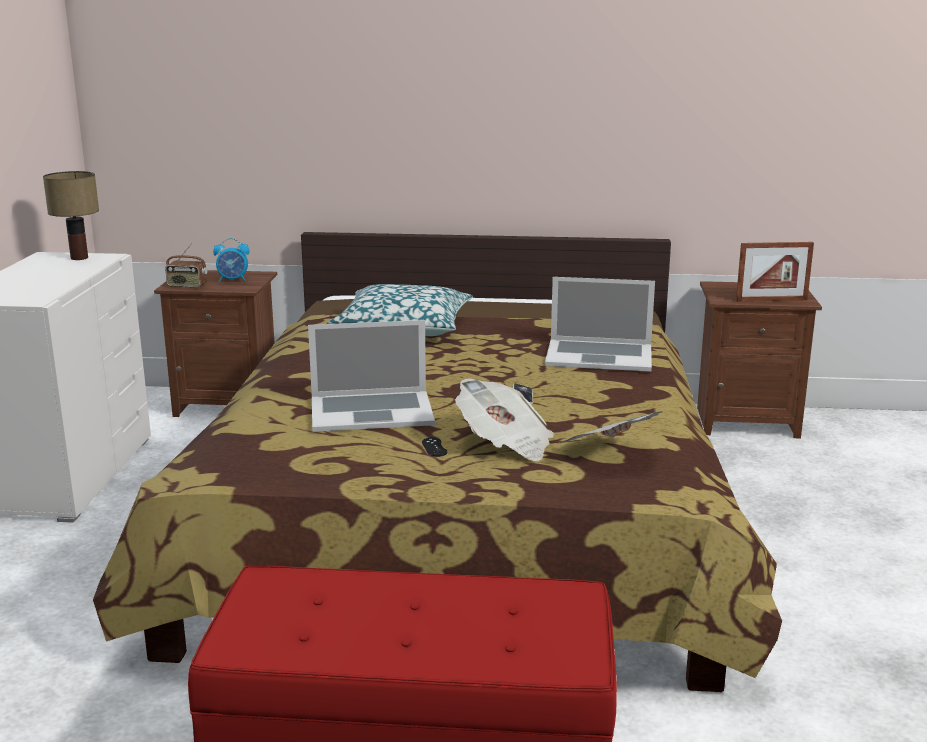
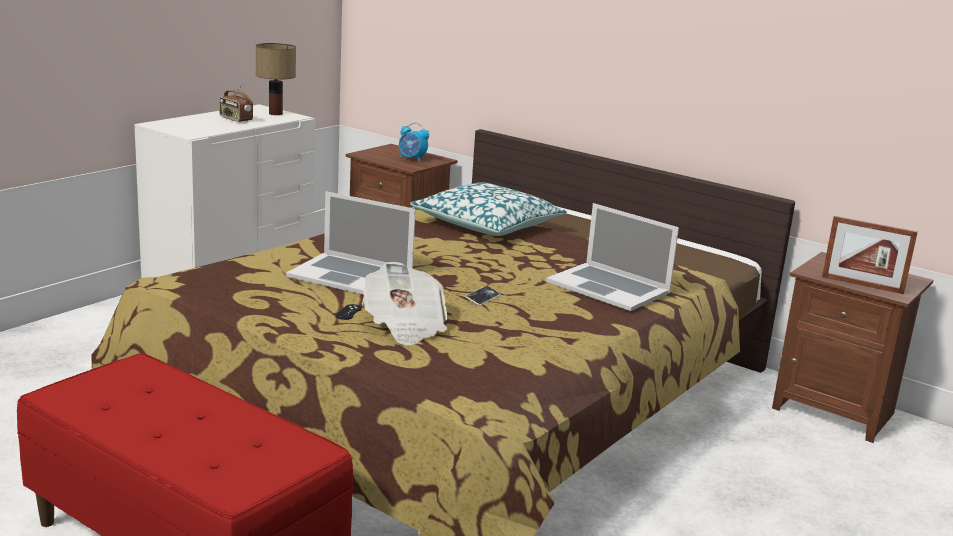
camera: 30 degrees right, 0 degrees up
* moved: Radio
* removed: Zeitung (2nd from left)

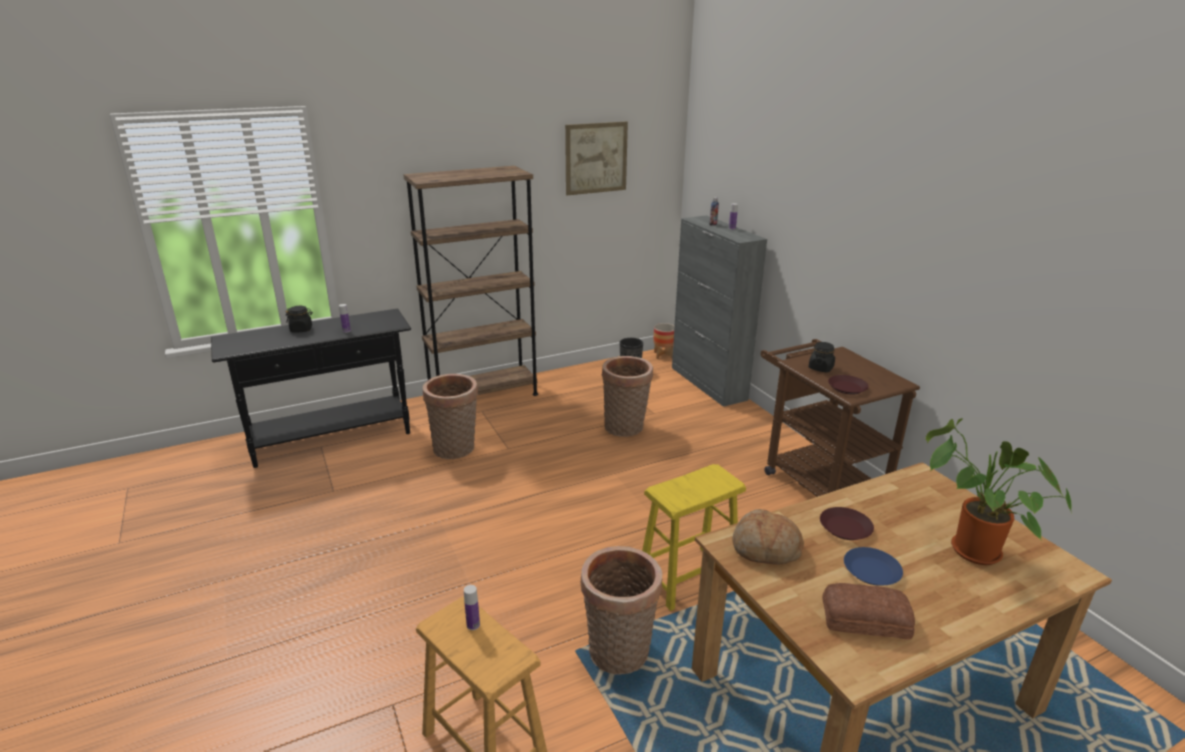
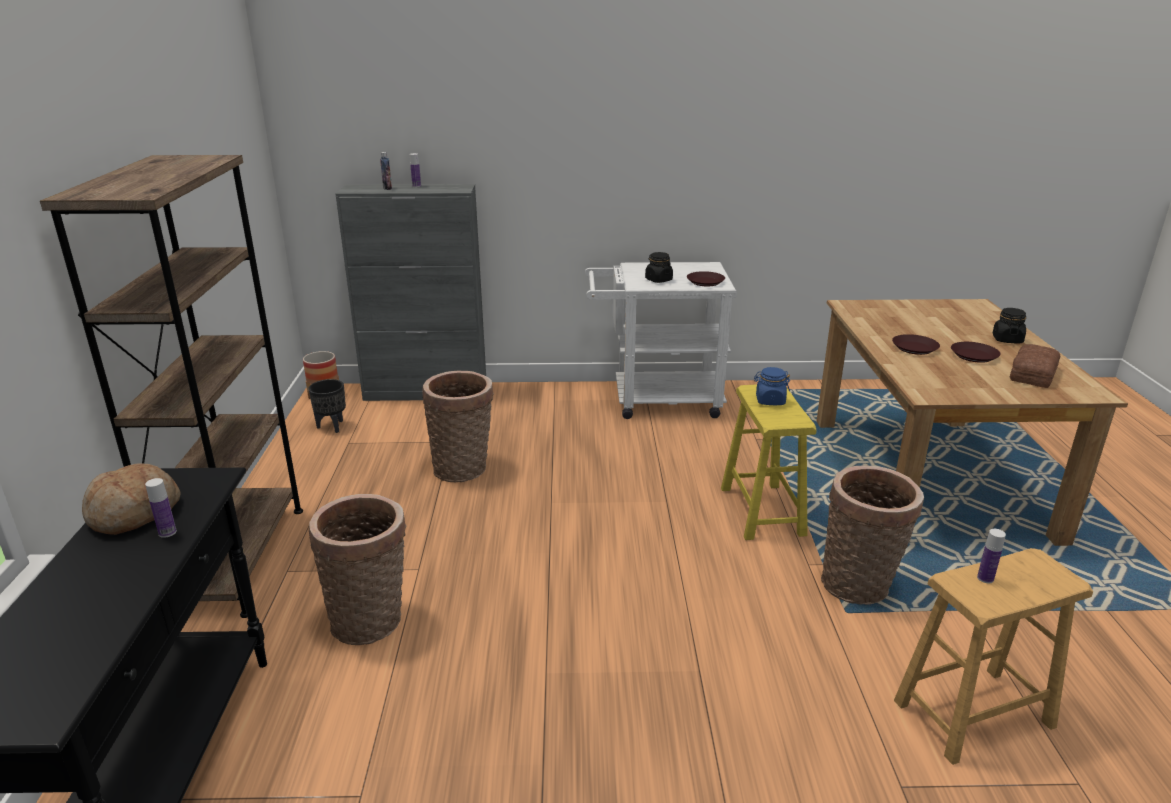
camera: 65 degrees left, 0 degrees up
* moved: Vorratsglas/schwarz (1st from left in the first image) to Vorratsglas/schwarz (2nd from left)
* removed: Bild
* moved: Brot (1st from left)
* recoloured: Rollwagen/braun to Rollwagen/weiß
* recoloured: Teller/blau to Teller/braun (3rd from left)
* removed: Topfpflanze
* added: Vorratsglas/blau

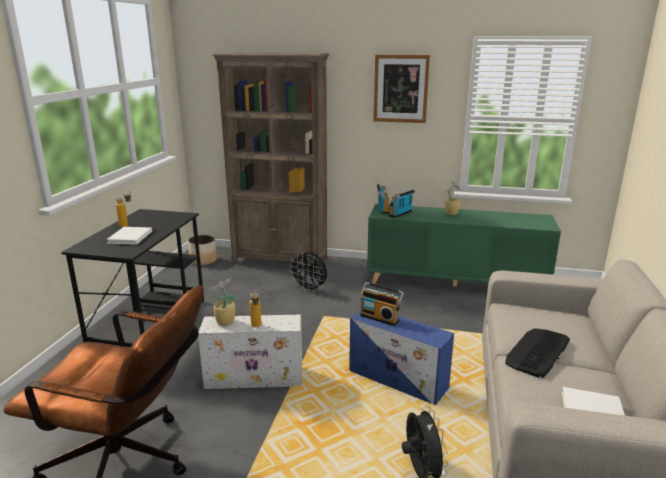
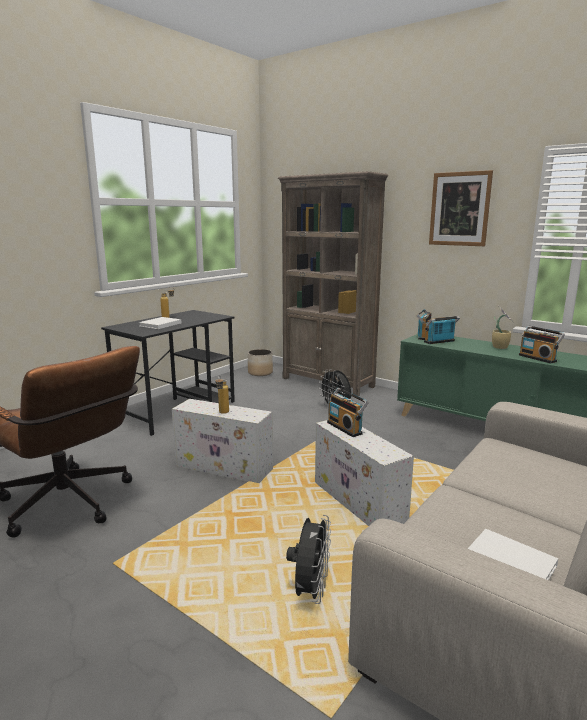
camera: 25 degrees right, 5 degrees down
* removed: Topfpflanze (1st from left)
* recoloured: Aufbewahrungsbox/blau to Aufbewahrungsbox/weiß (2nd from left)
* removed: Tastatur
* added: Radio (4th from left)

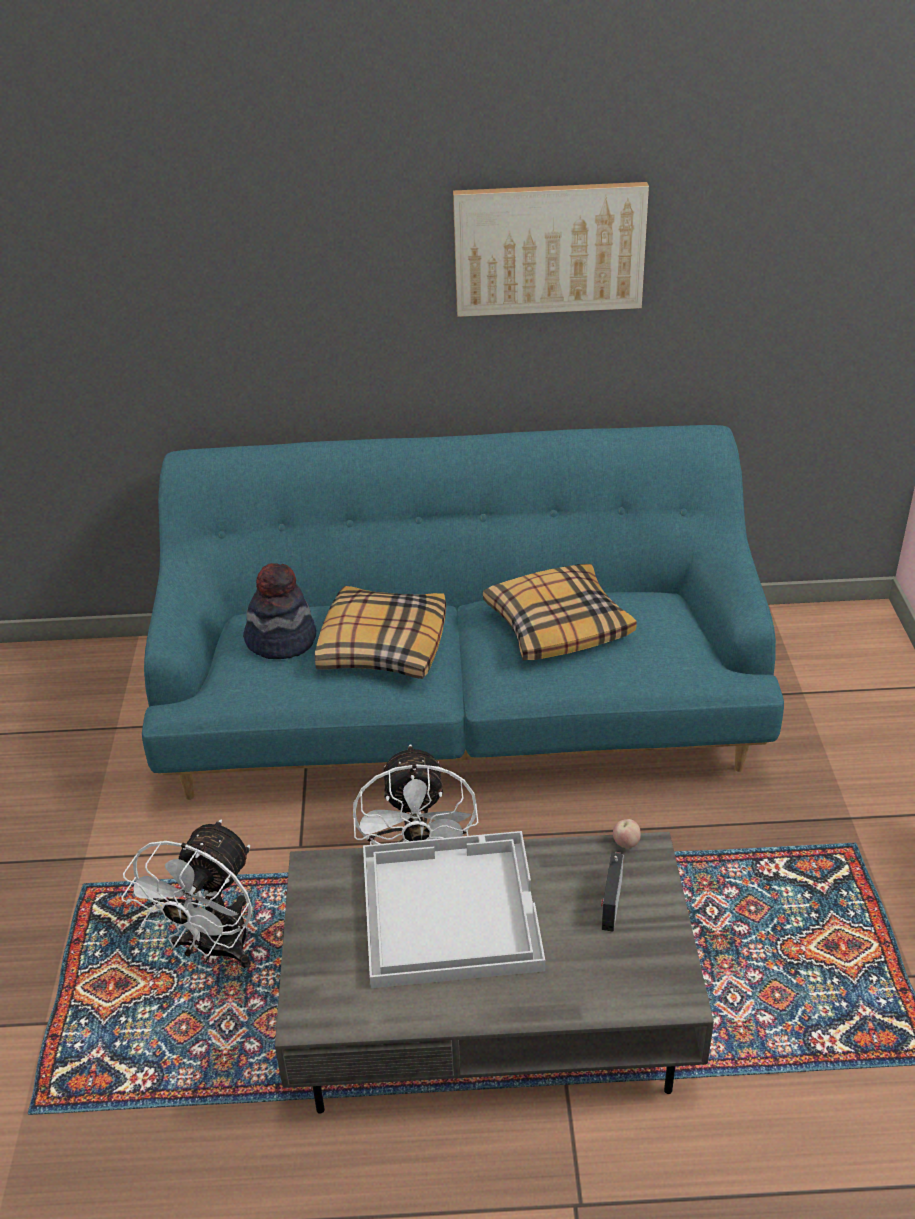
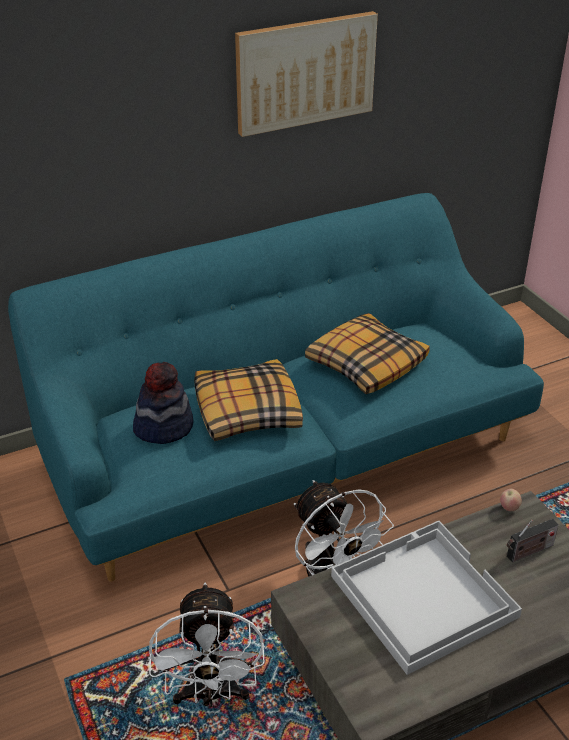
camera: 25 degrees left, 0 degrees up
* turned: Radio 105 degrees counterclockwise

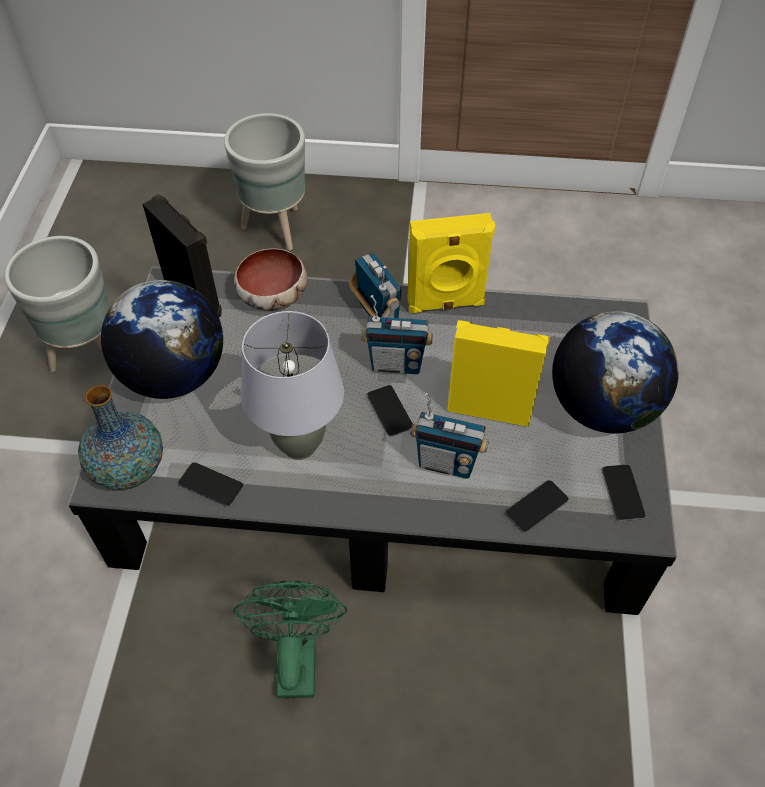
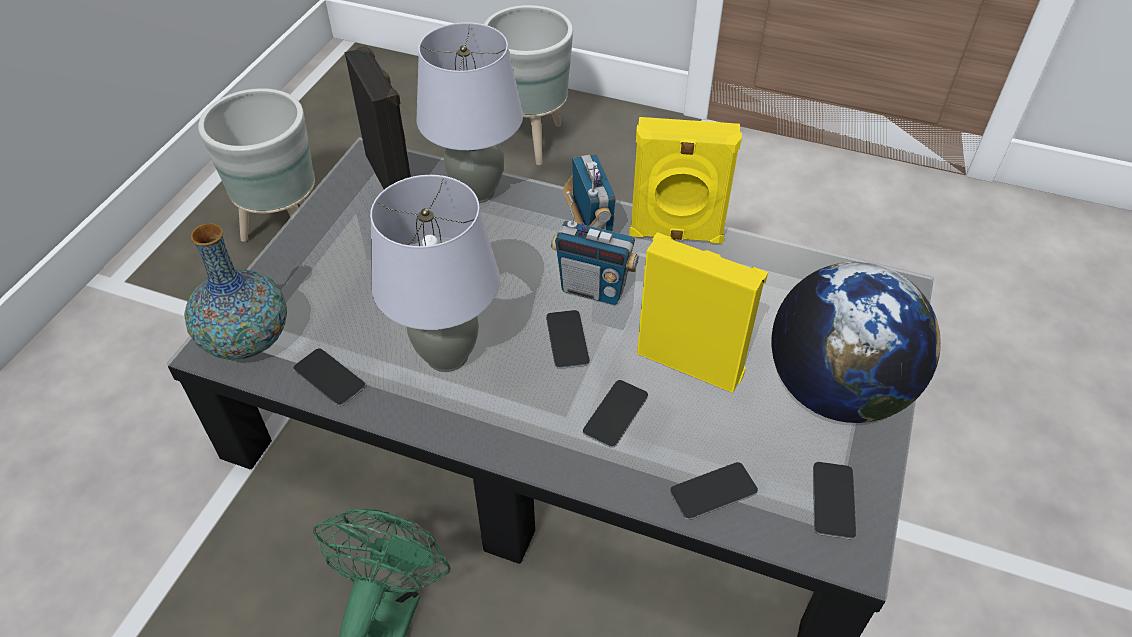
camera: 15 degrees right, 5 degrees down
* removed: Globus (1st from left)
* replaced: Schüssel to Tischlampe/grau (2nd from left)
* replaced: Radio (3rd from left) to Handy (3rd from left)

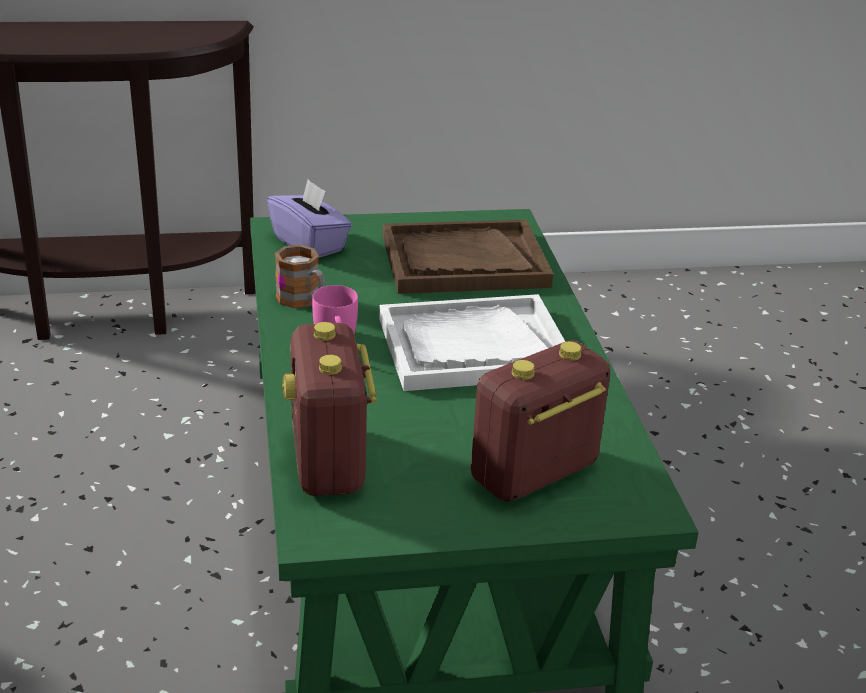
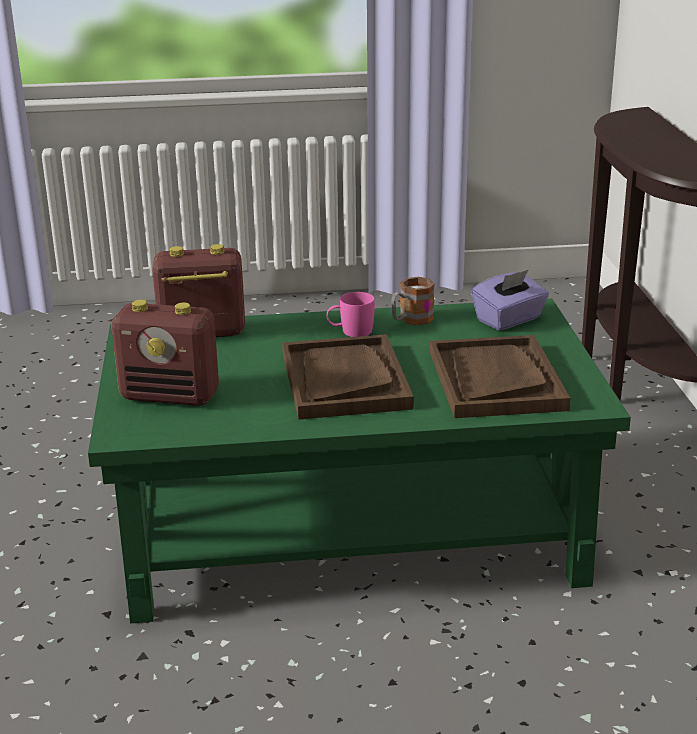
camera: 95 degrees right, 5 degrees down
* recoloured: Tablett/weiß to Tablett/braun (1st from left)
* turned: Radio (2nd from left in the first image) 135 degrees clockwise

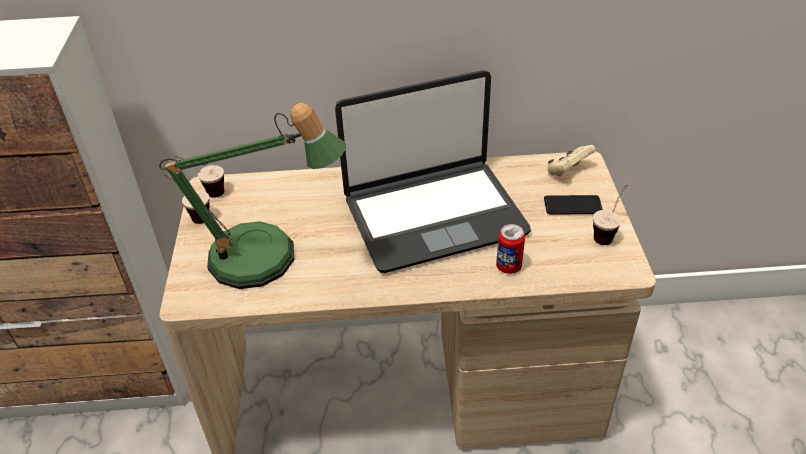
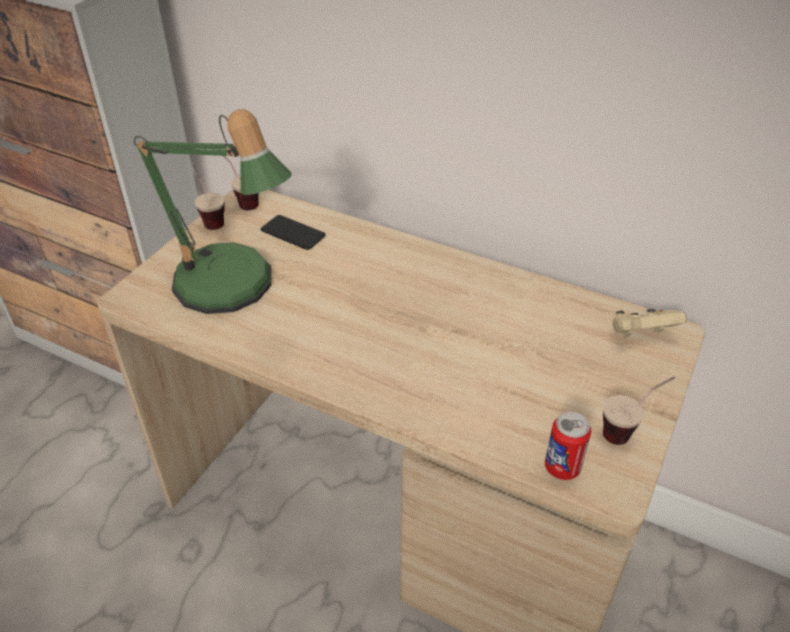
camera: 30 degrees right, 0 degrees up
* removed: Laptop
* moved: Dose
* moved: Handy

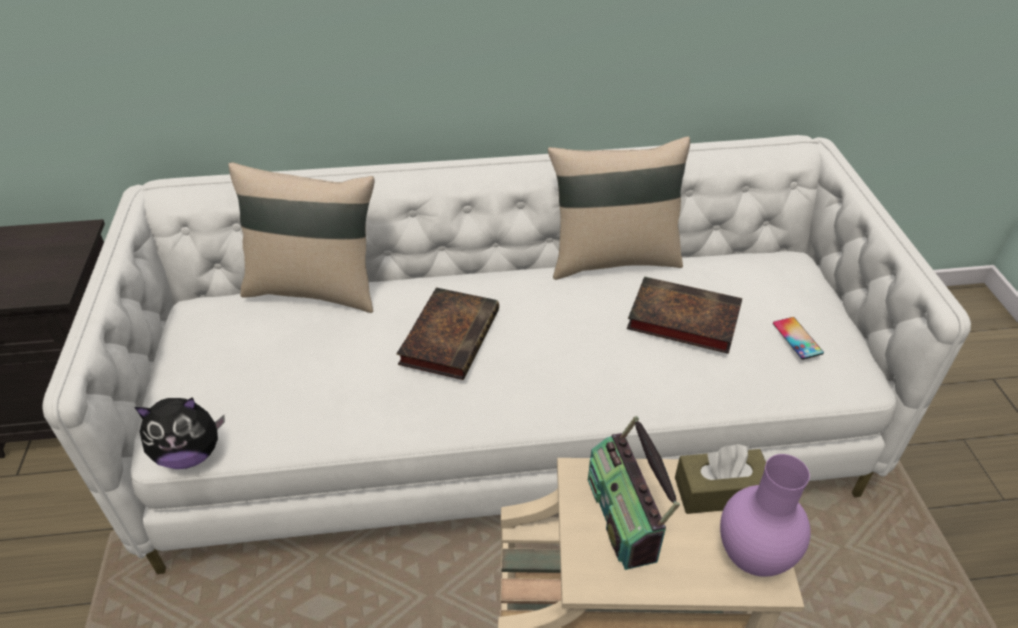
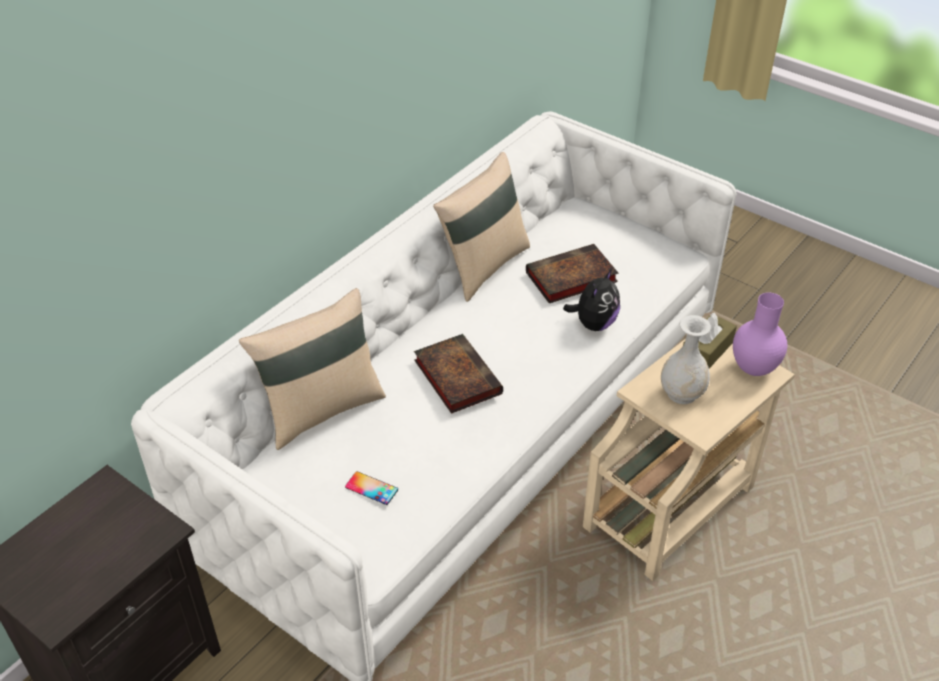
camera: 45 degrees left, 0 degrees up
* moved: Plüschtier
* replaced: Radio to Vase/weiß
* moved: Handy

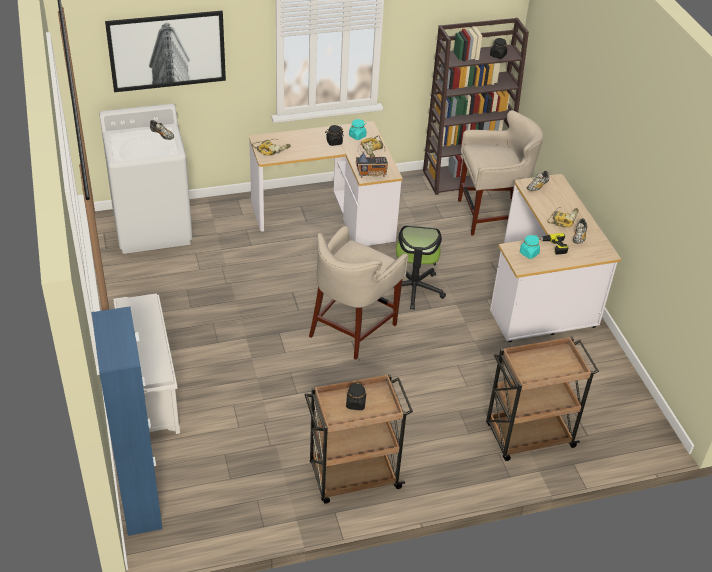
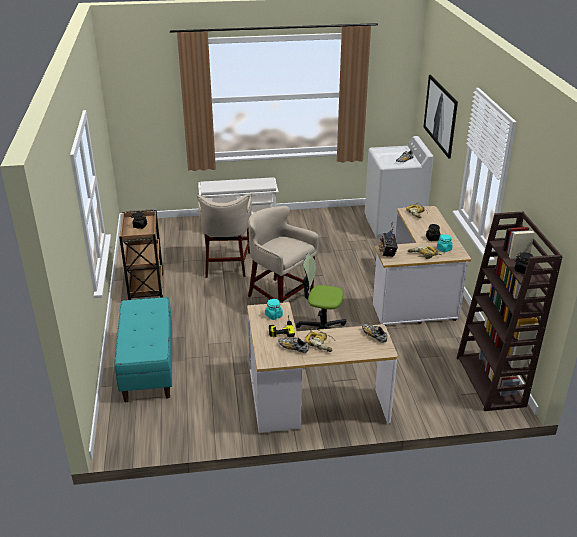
camera: 100 degrees right, 10 degrees down
* removed: Schrank/blau
* moved: Hocker/beige (2nd from left in the first image) to Hocker/beige (1st from left)
* replaced: Rollwagen/braun (2nd from left) to Bank/türkis

